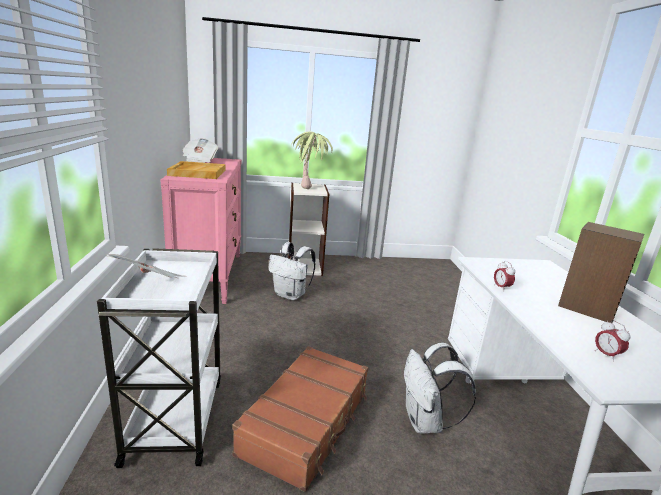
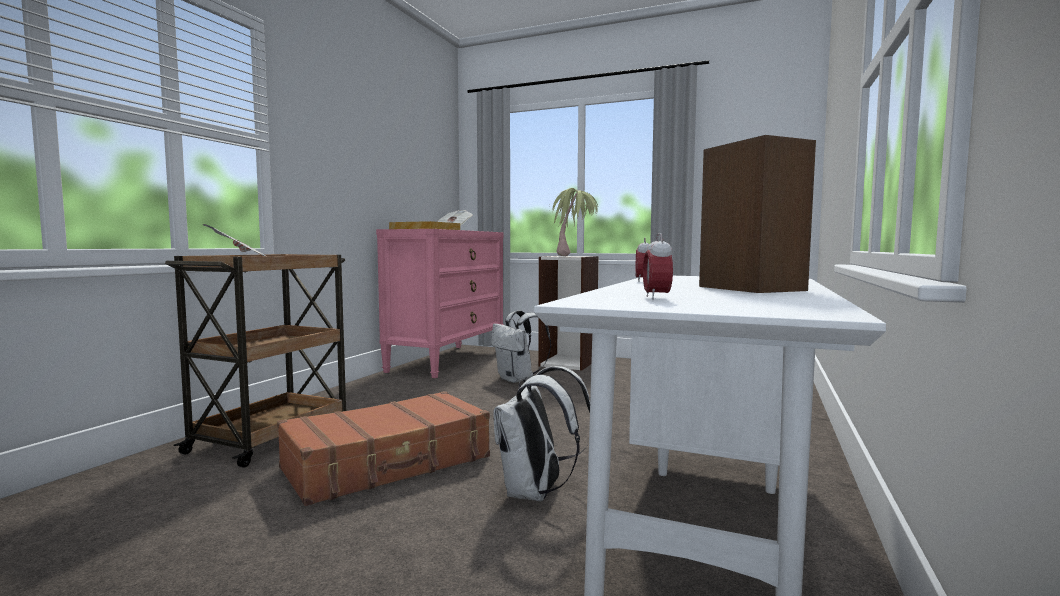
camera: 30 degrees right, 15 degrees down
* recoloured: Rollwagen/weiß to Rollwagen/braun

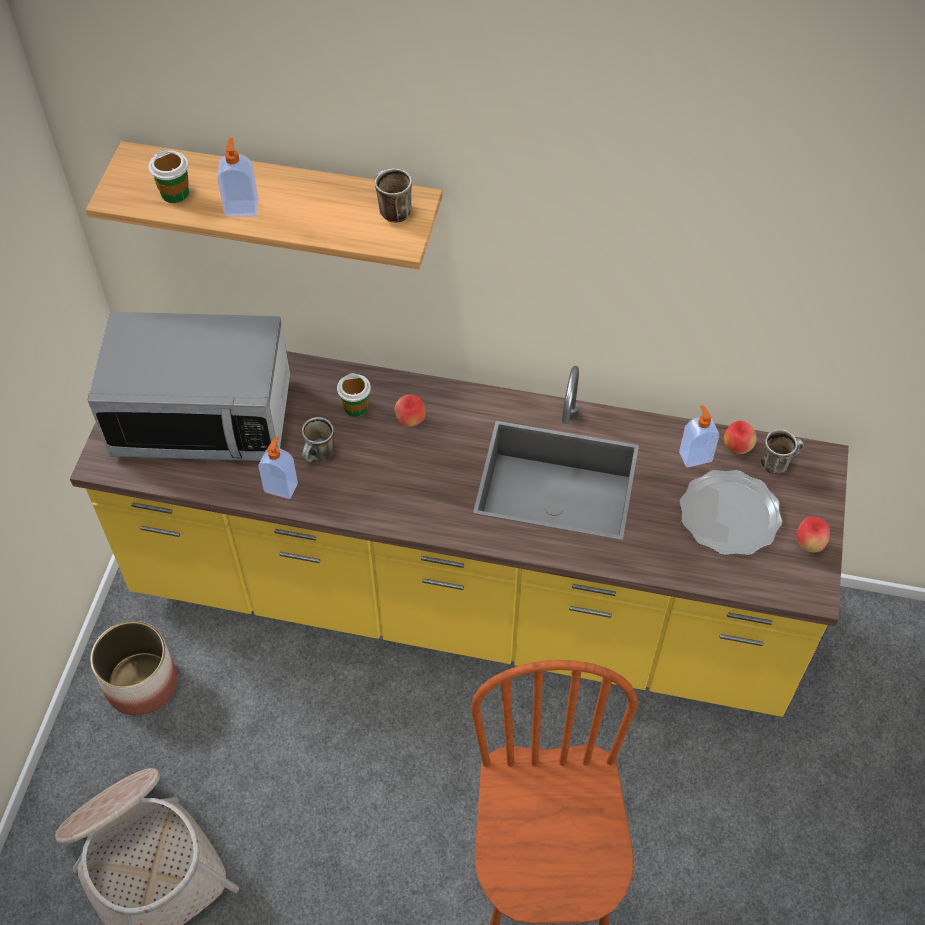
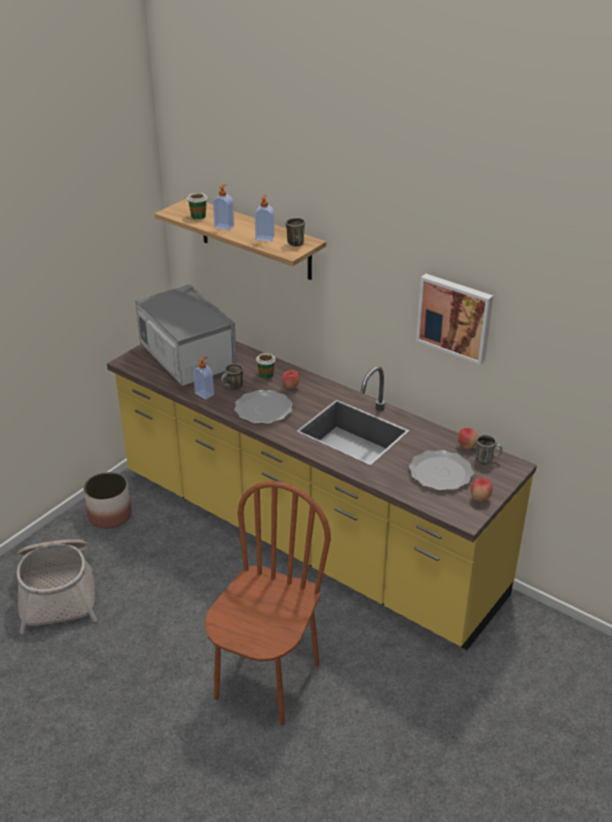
camera: 25 degrees right, 20 degrees down
* turned: Mikrowelle 150 degrees counterclockwise
* moved: Seifenspender (3rd from left)
* added: Teller (1st from left)
* added: Bild

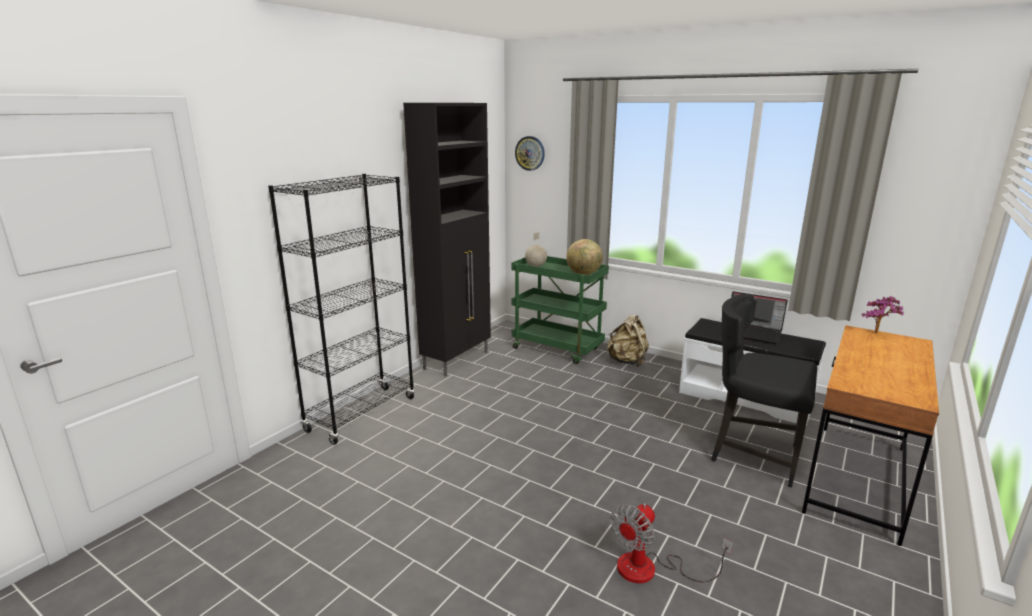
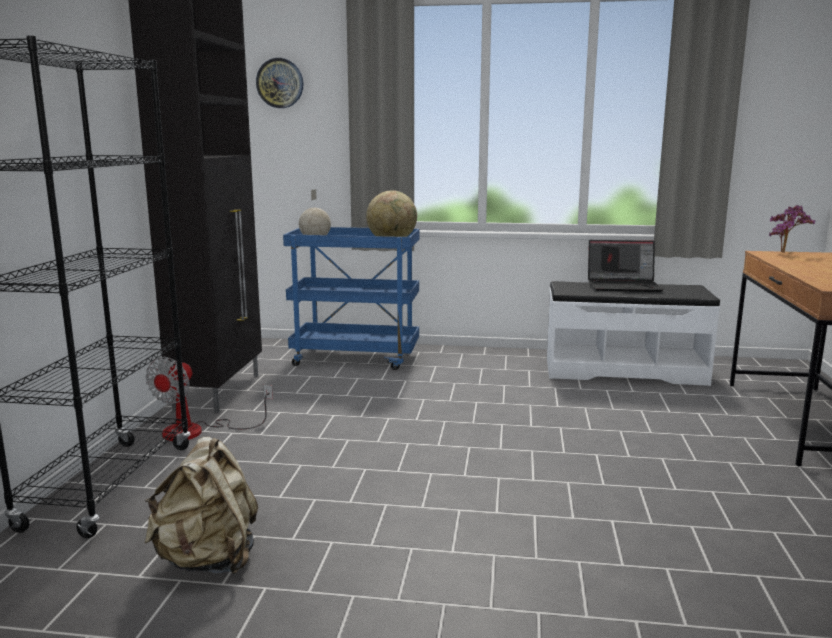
camera: 25 degrees left, 5 degrees down
* recoloured: Rollwagen/grün to Rollwagen/blau
* moved: Rucksack/beige
* moved: Ventilator
* removed: Stuhl/schwarz

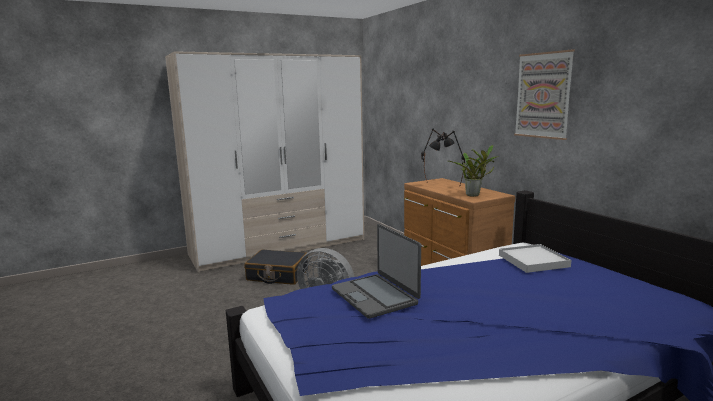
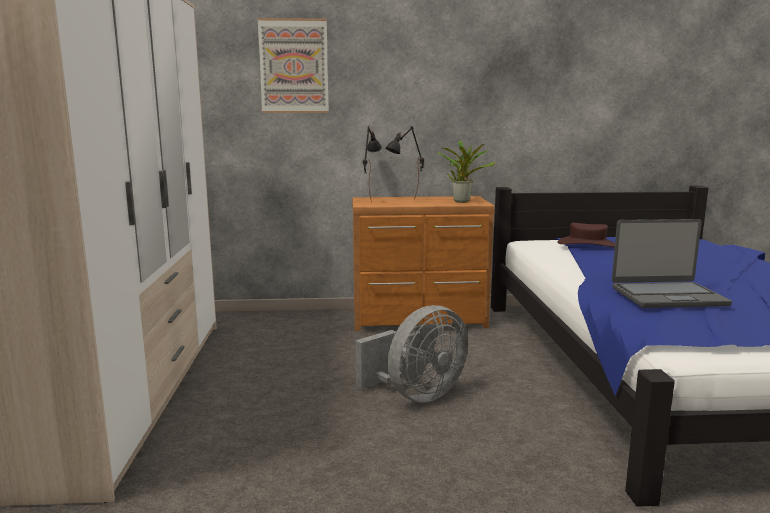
camera: 65 degrees left, 0 degrees up
* removed: Koffer/schwarz
* replaced: Tablett/weiß to Hut/braun
* moved: Bild

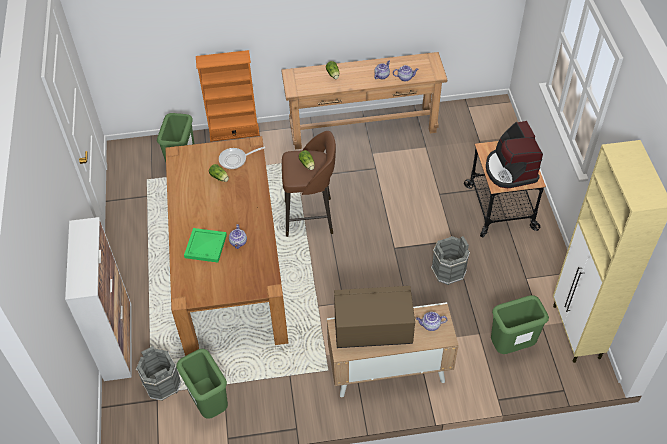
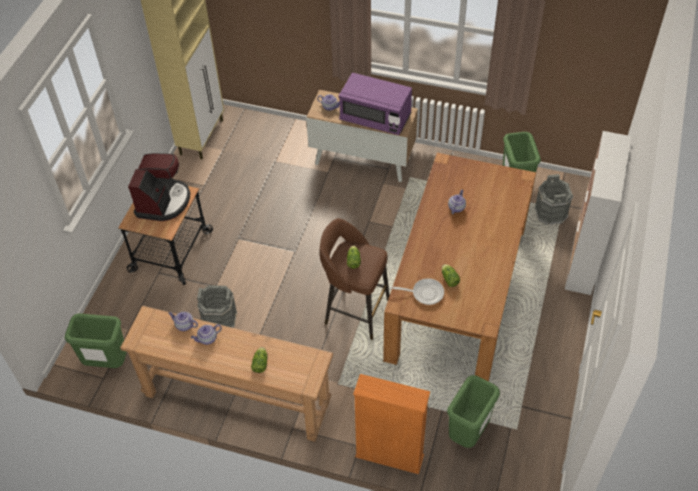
camera: 155 degrees left, 0 degrees up
* removed: Tablett/grün
* recoloured: Mikrowelle/braun to Mikrowelle/lila
* moved: Eimer/grau (2nd from left in the first image) to Eimer/grau (1st from left)
* moved: Mülleimer/grün (3rd from left in the first image) to Mülleimer/grün (1st from left)

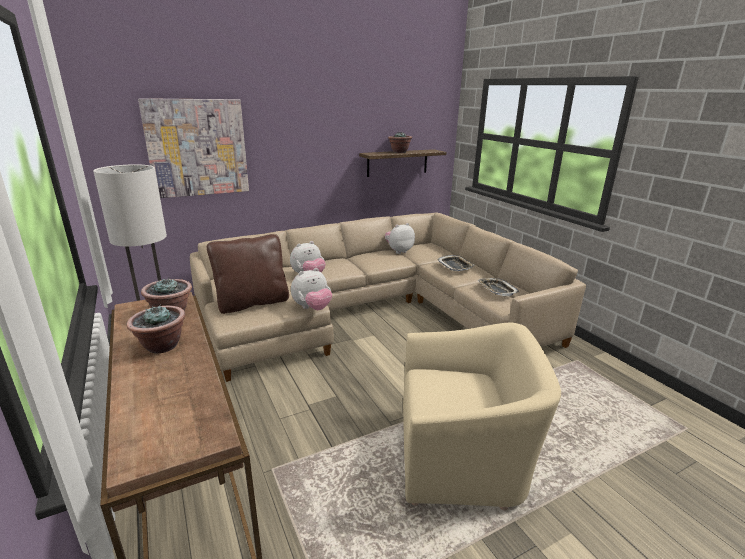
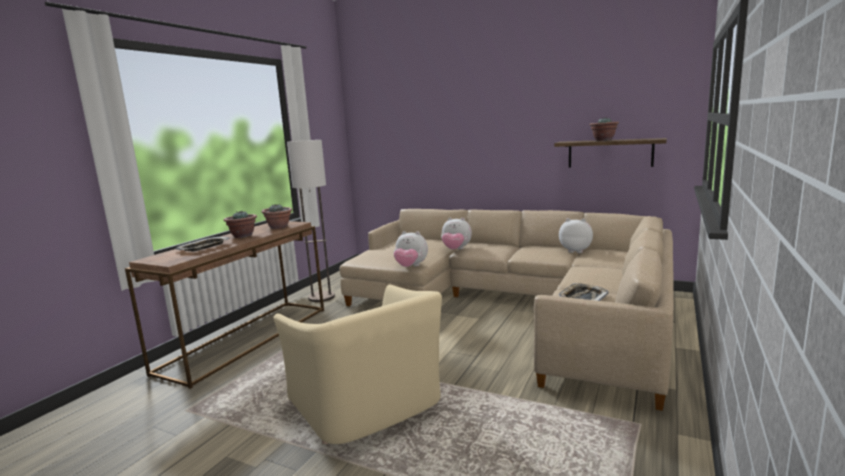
camera: 55 degrees right, 10 degrees down
* removed: Bild
* removed: Kissen/braun
* moved: Tablett (1st from left)

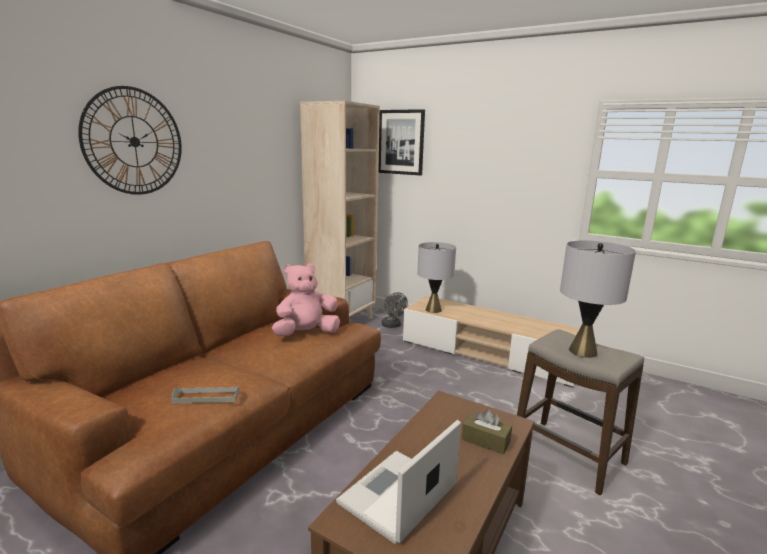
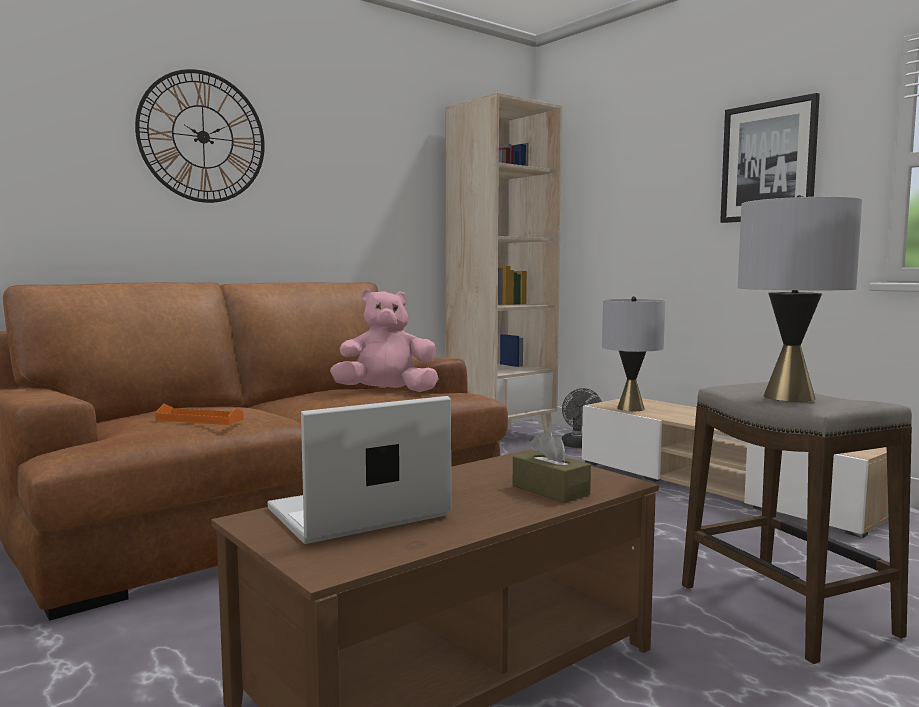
camera: 20 degrees right, 10 degrees down
* recoloured: Tablett/grau to Tablett/orange
* moved: Bild

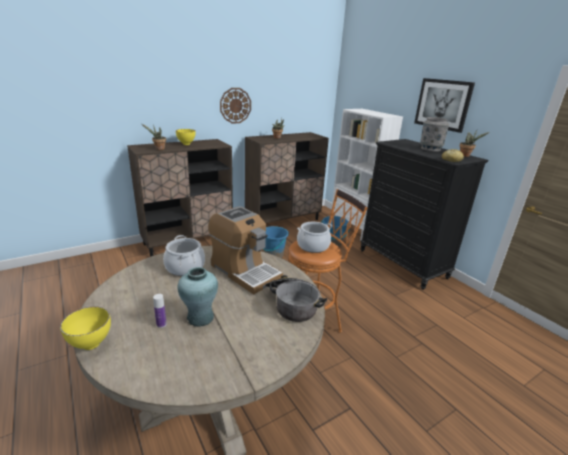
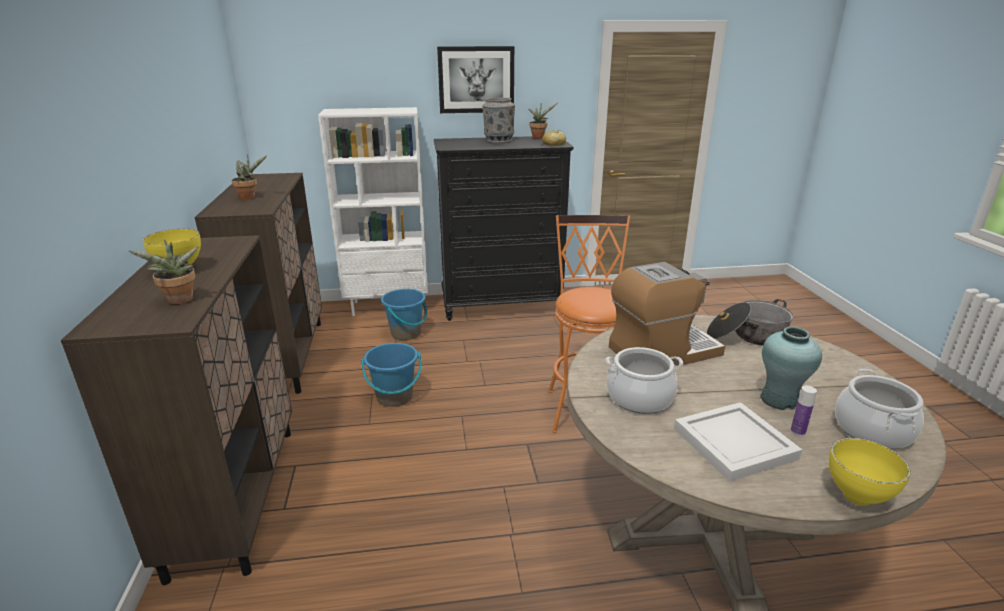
camera: 65 degrees left, 0 degrees up
* removed: Wanduhr
* moved: Kochtopf (3rd from left)
* added: Tablett/weiß

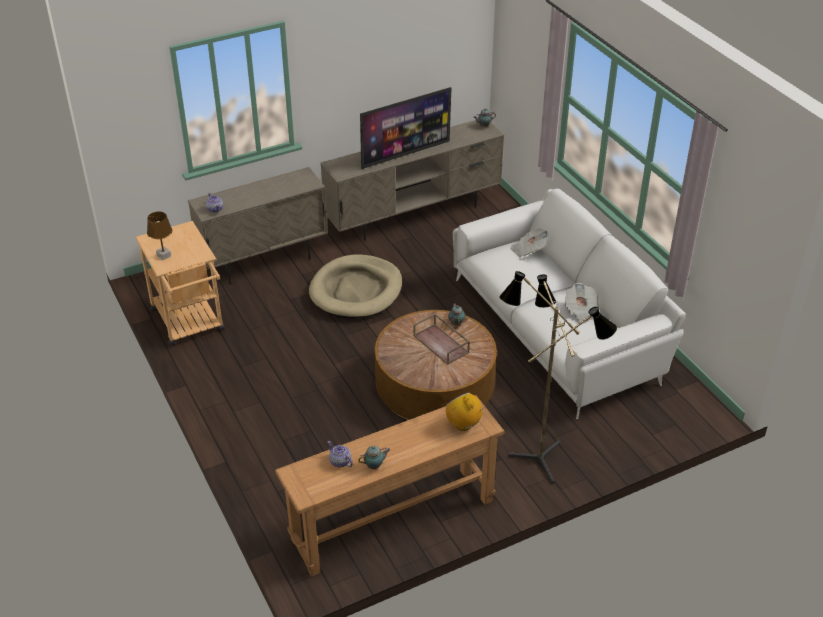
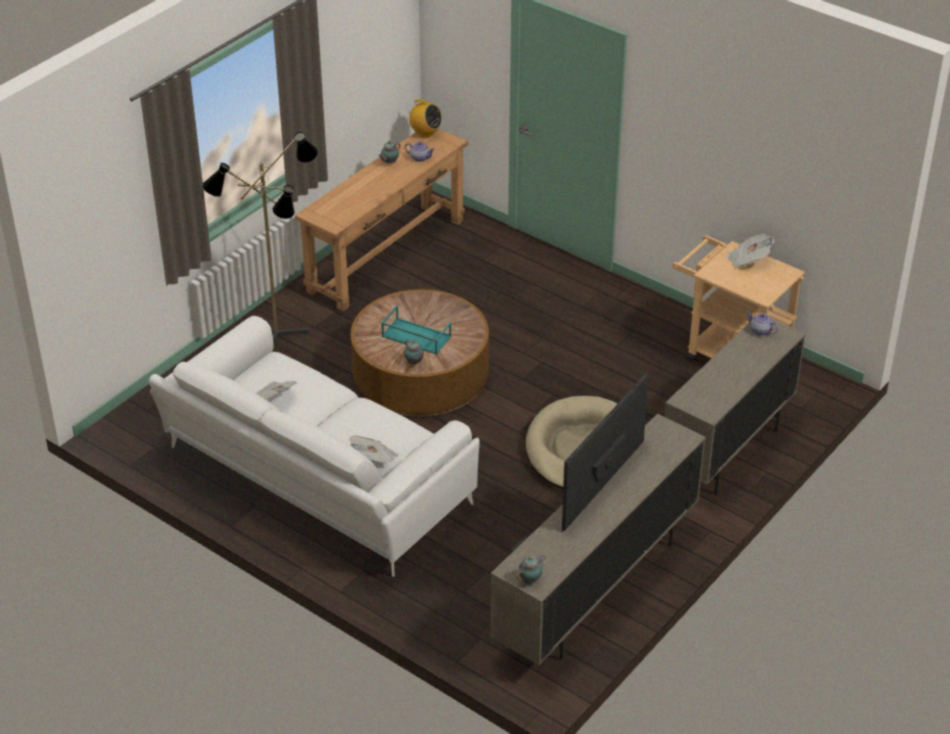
camera: 155 degrees right, 0 degrees up
* replaced: Tischlampe/braun to Zeitung (3rd from left)
* recoloured: Tablett/braun to Tablett/türkis
* moved: Radio

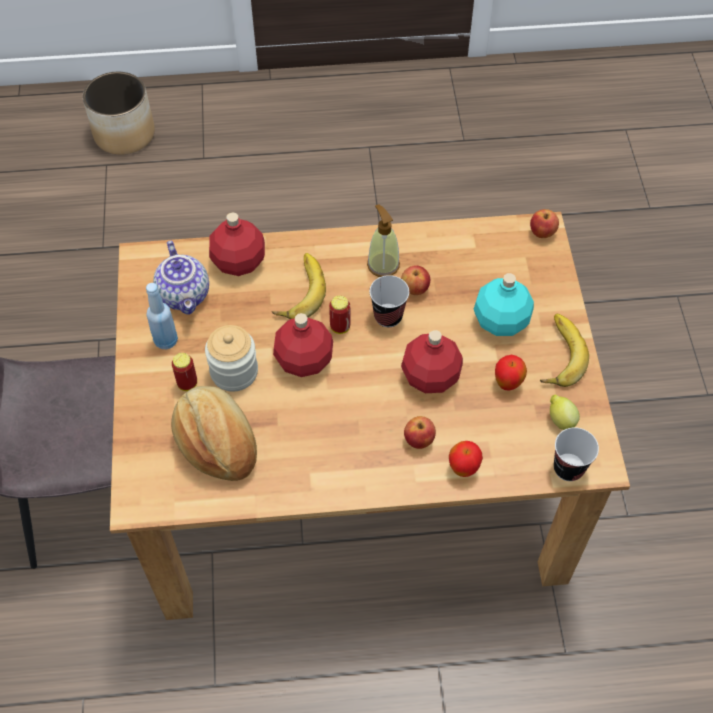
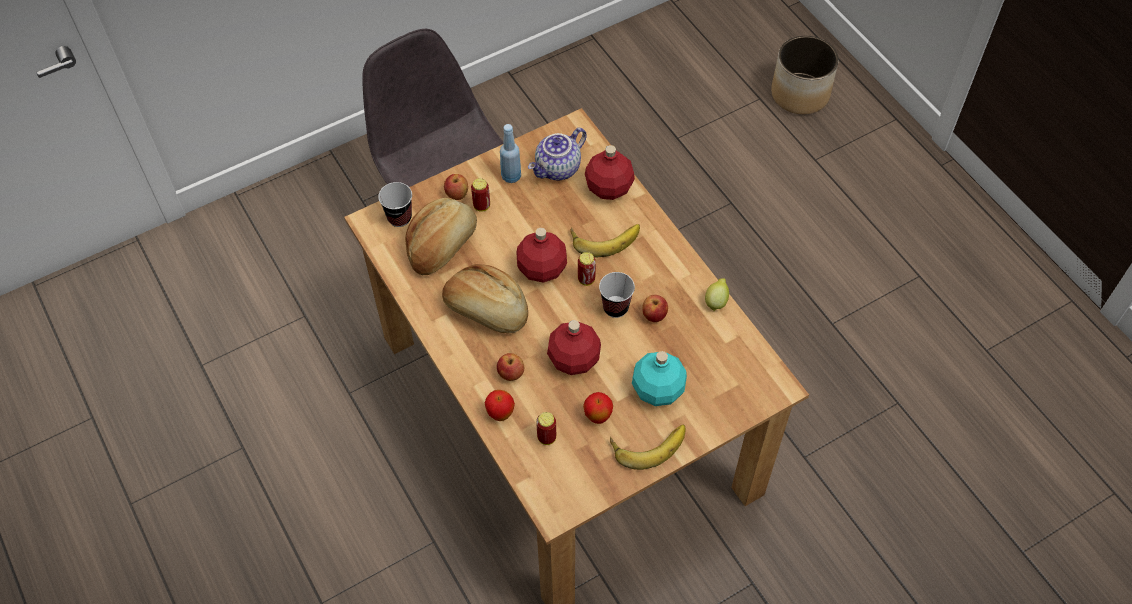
camera: 65 degrees right, 0 degrees up
* removed: Vorratsglas
* removed: Seifenspender
* moved: Apfel (5th from left in the first image) to Apfel (1st from left)
* moved: Zitrone
* moved: Tasse (2nd from left in the first image) to Tasse (1st from left)
* added: Brot (2nd from left)
* added: Dose (2nd from left)

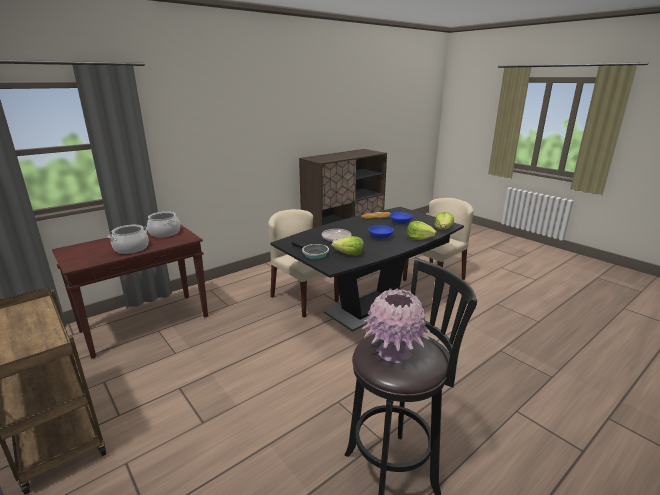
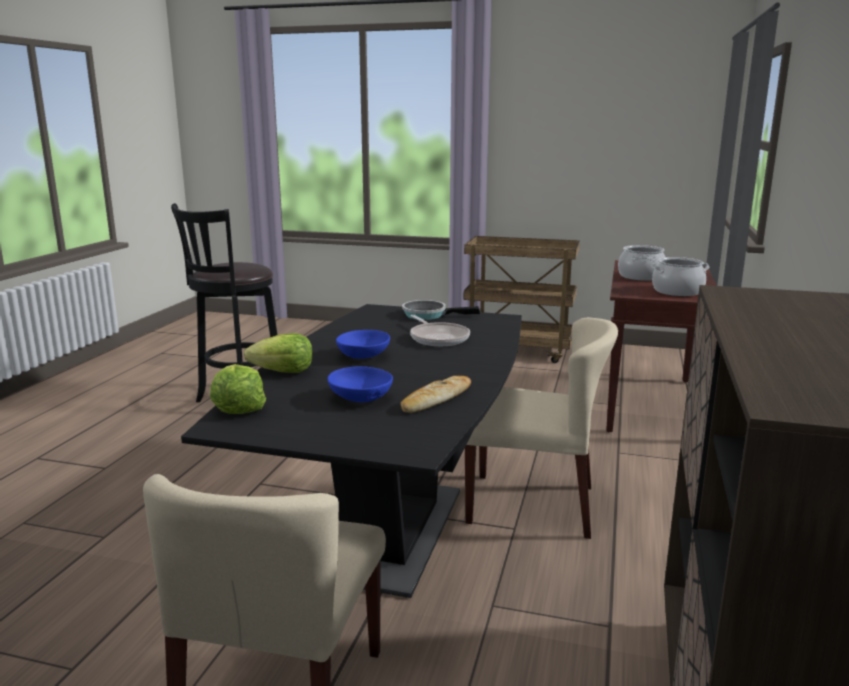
camera: 145 degrees right, 5 degrees down
* removed: Salatkopf (1st from left)
* removed: Vase/rosa

